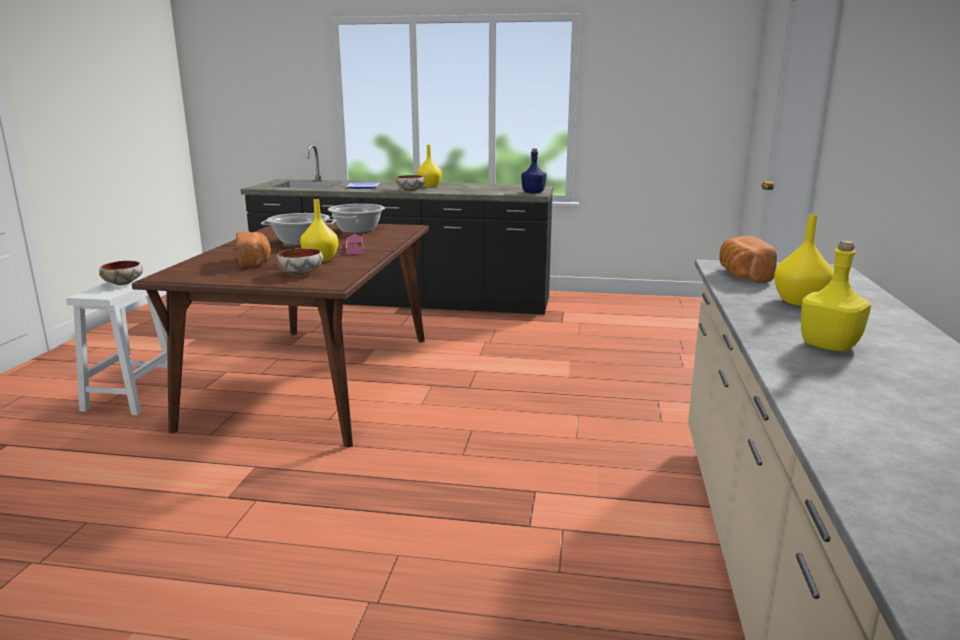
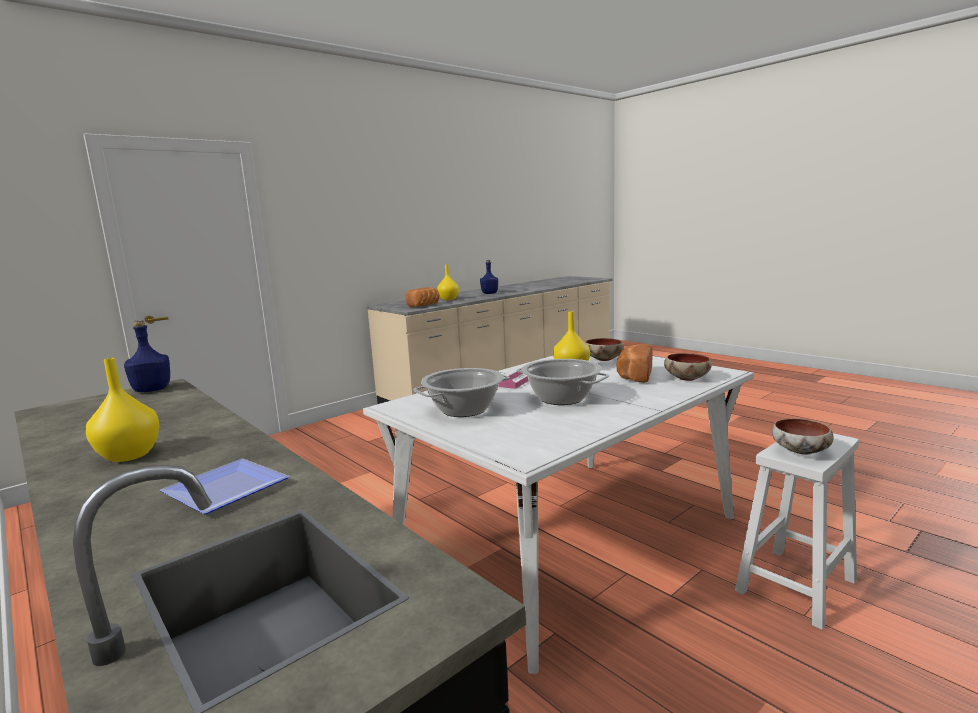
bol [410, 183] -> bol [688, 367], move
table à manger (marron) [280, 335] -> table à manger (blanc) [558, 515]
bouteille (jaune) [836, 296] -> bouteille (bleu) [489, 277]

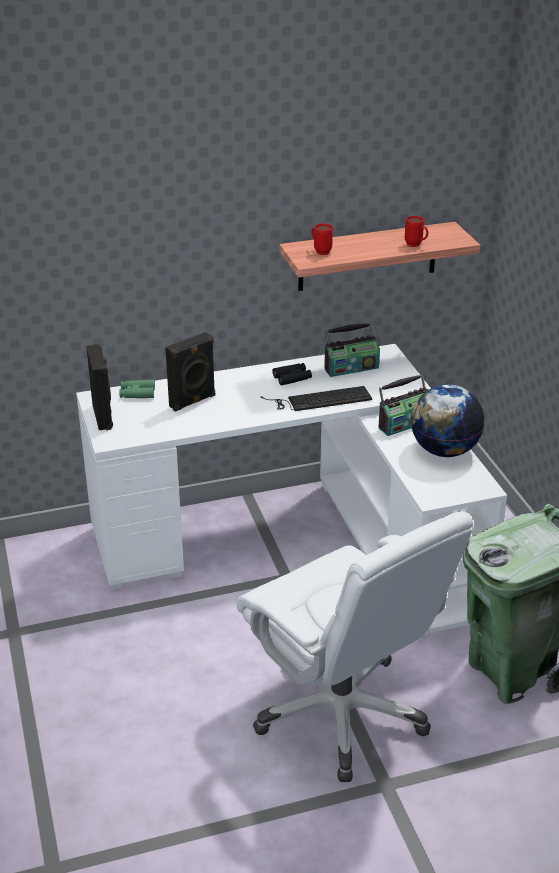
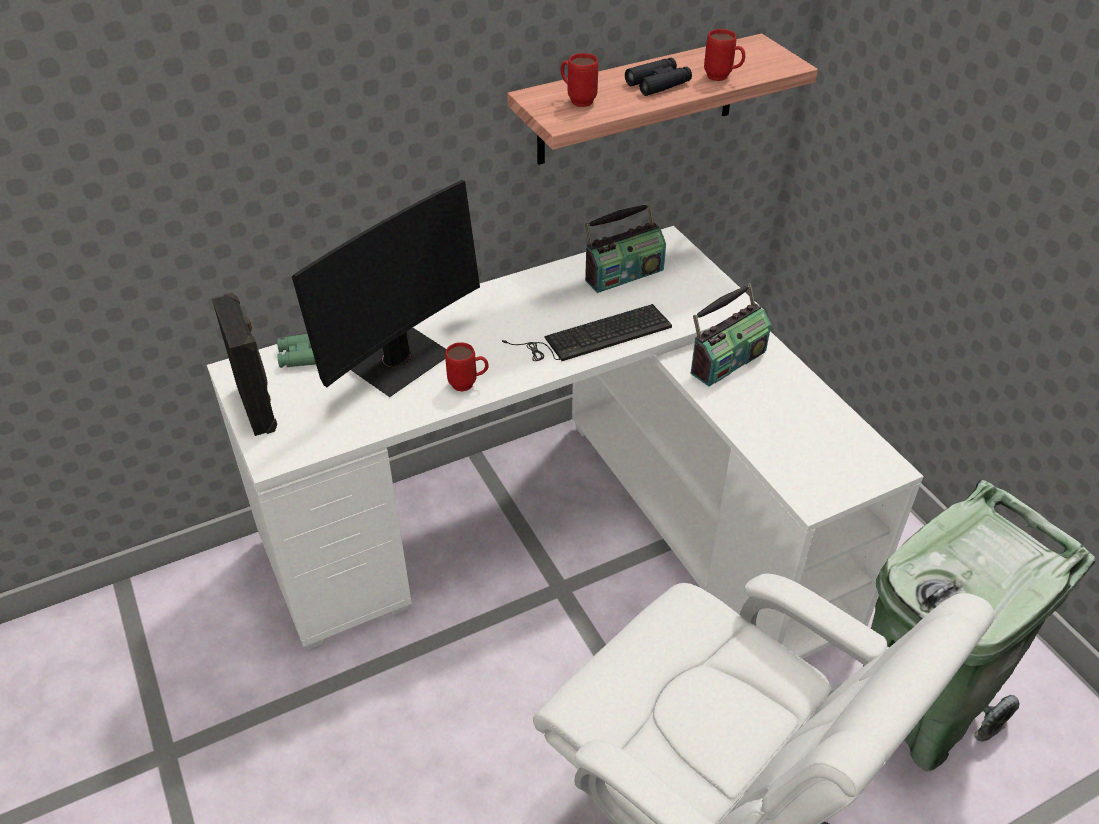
globe [448, 420] -> none
none -> mug (rouge) [467, 366]
jumelles (noir) [292, 374] -> jumelles (noir) [658, 77], move
enceinte (noir) [190, 372] -> écran d'ordinateur [386, 288]

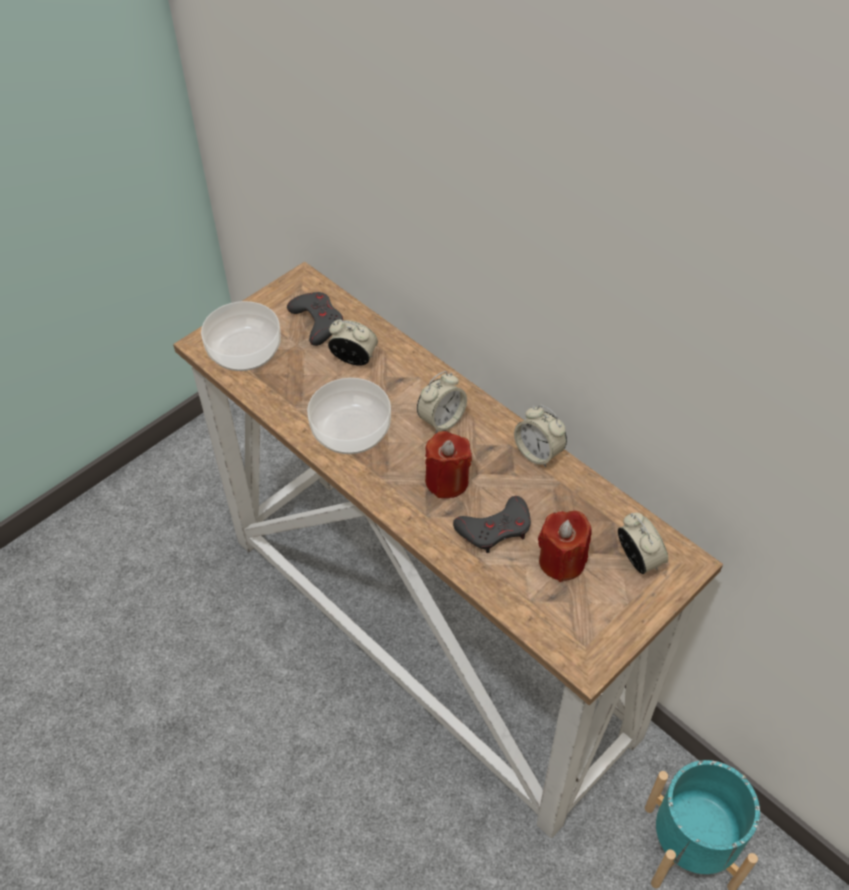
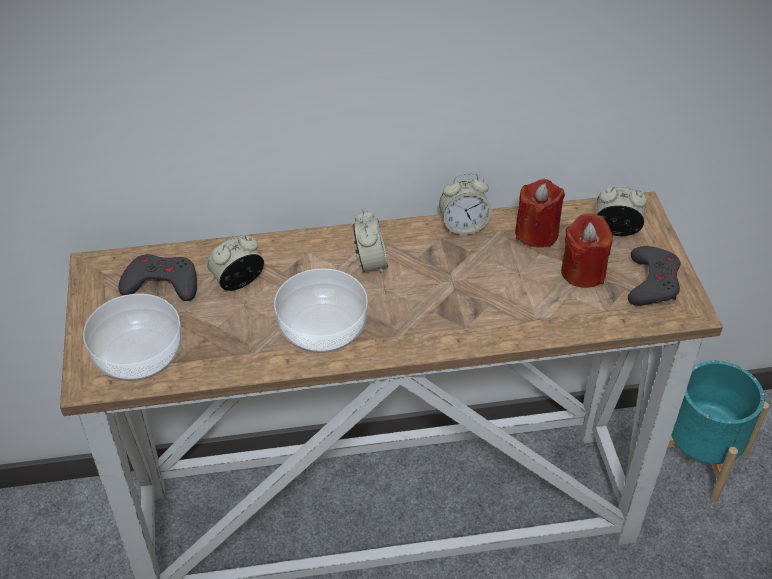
bougie (rouge) [448, 464] -> bougie (rouge) [540, 213], move
manette (gris) [492, 524] -> manette (gris) [654, 276], move

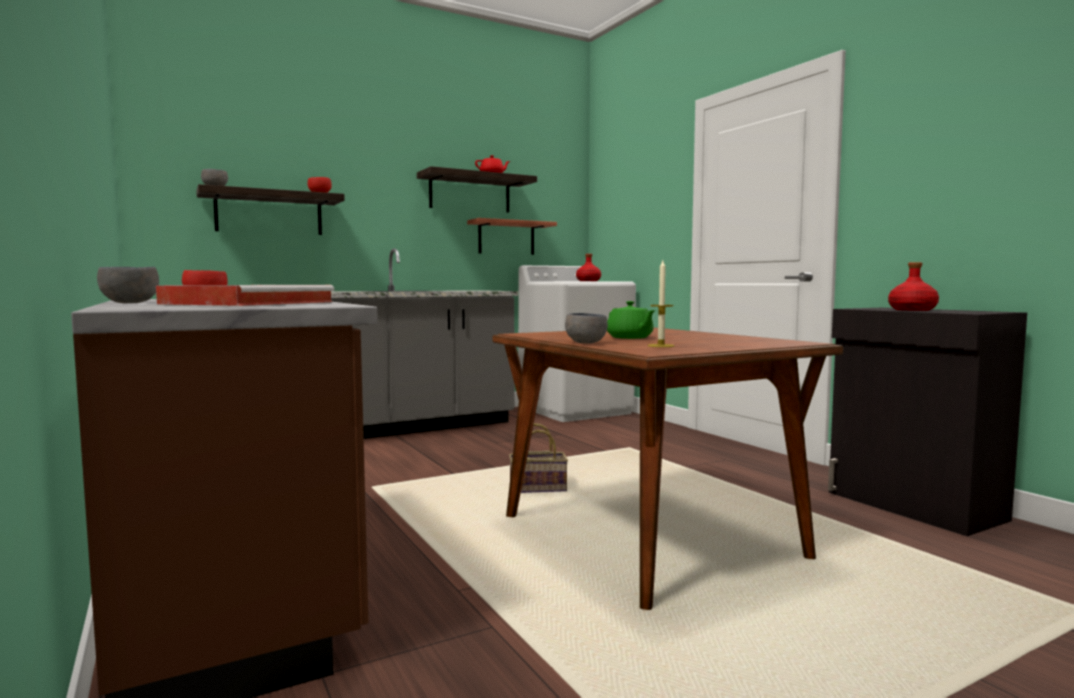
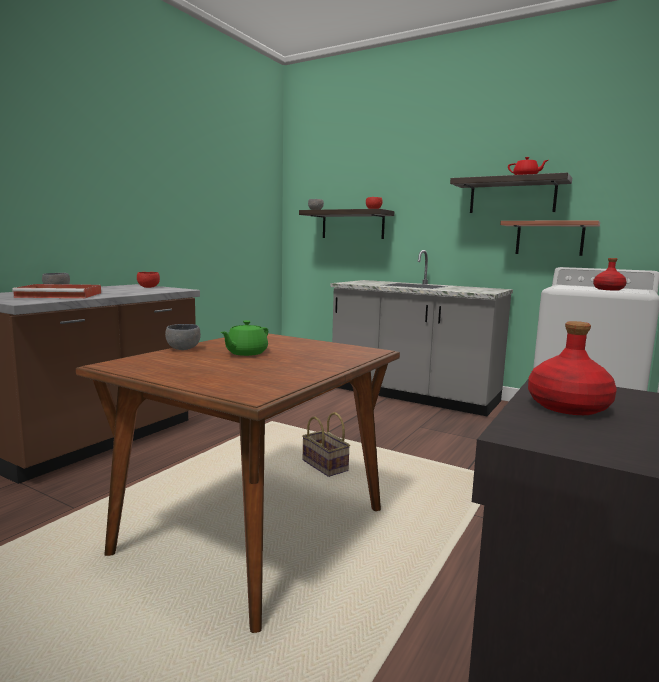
bougie [661, 303] -> none

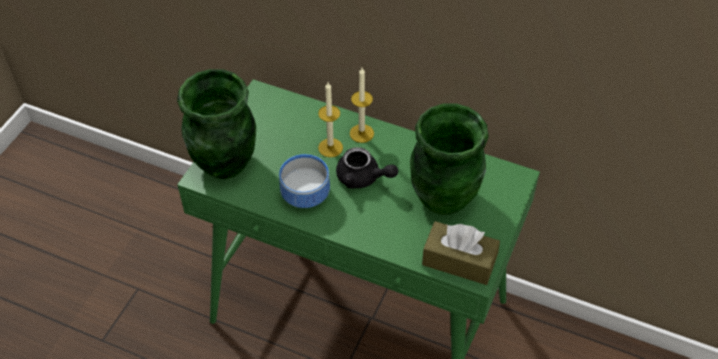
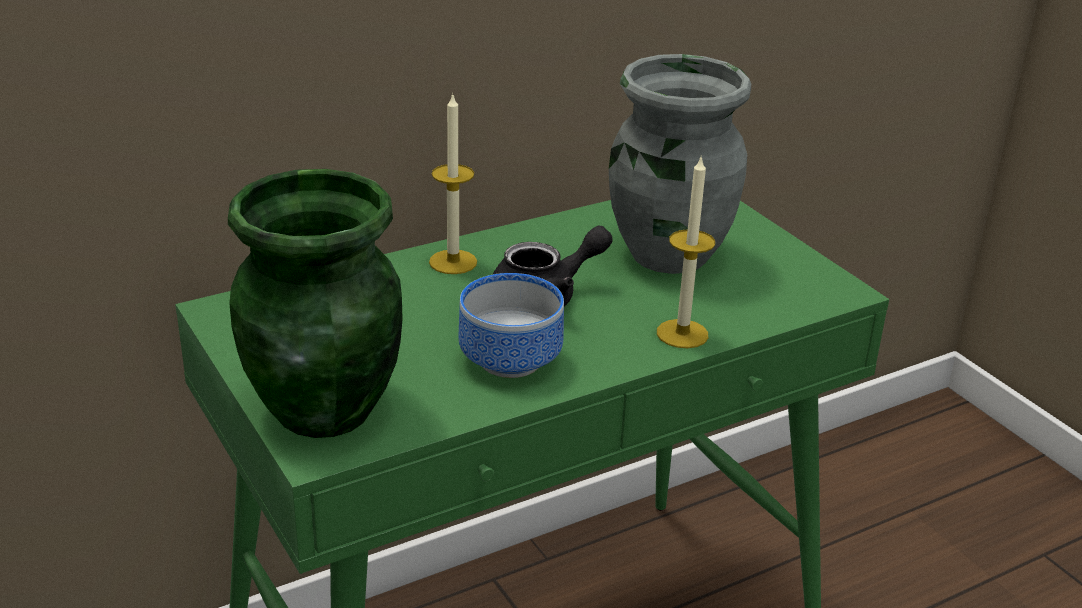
boîte à mouchoirs (marron) [461, 253] -> none
bougie [330, 119] -> bougie [686, 252], move
vase (vert) [449, 159] -> vase (gris) [680, 164]

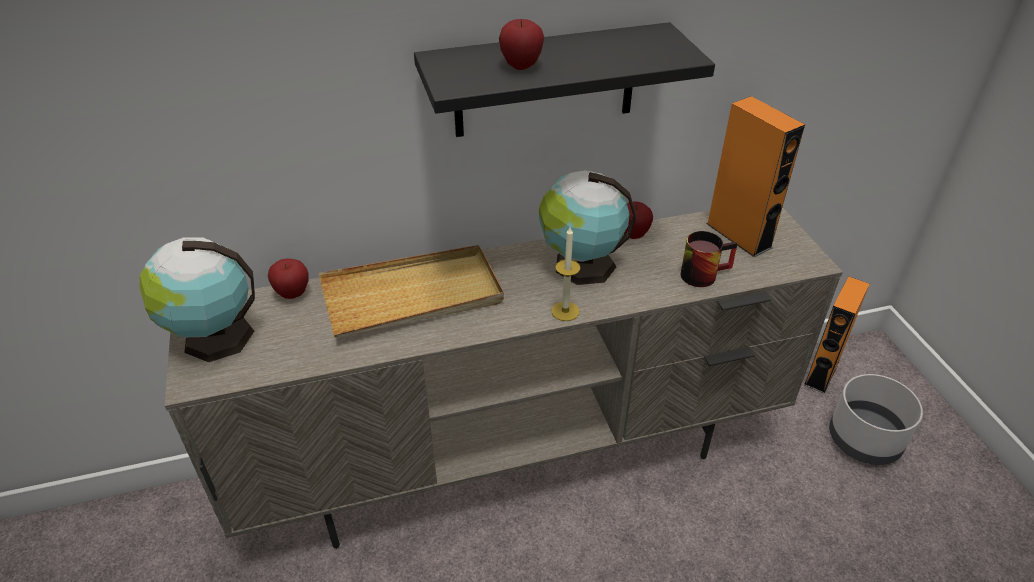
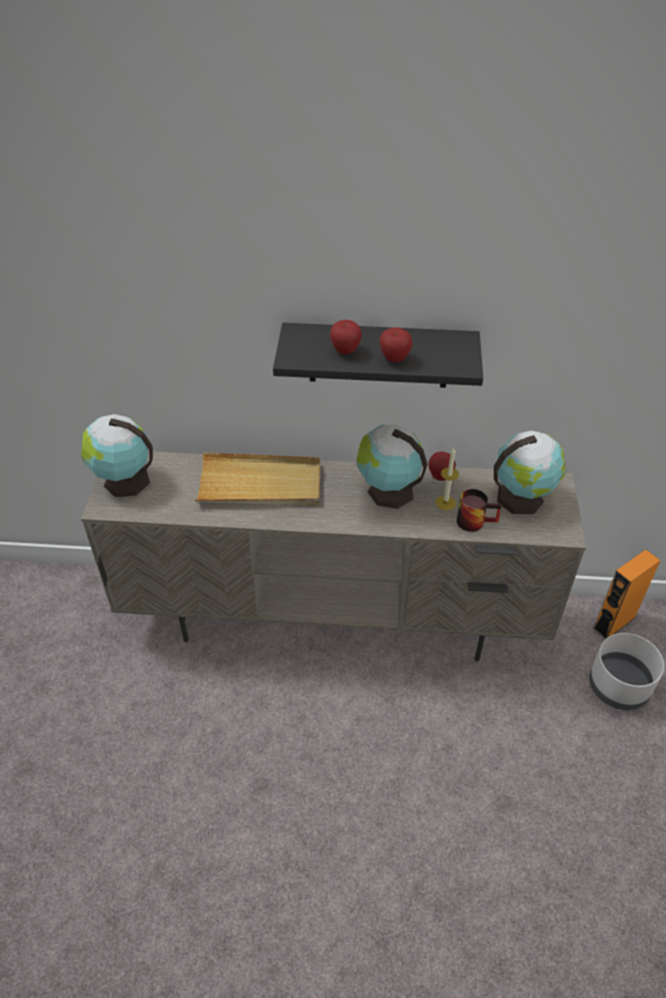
pomme [288, 278] -> pomme [396, 345], move
bougie [565, 274] -> bougie [447, 479], move
enceinte (orange) [755, 176] -> globe [529, 472]

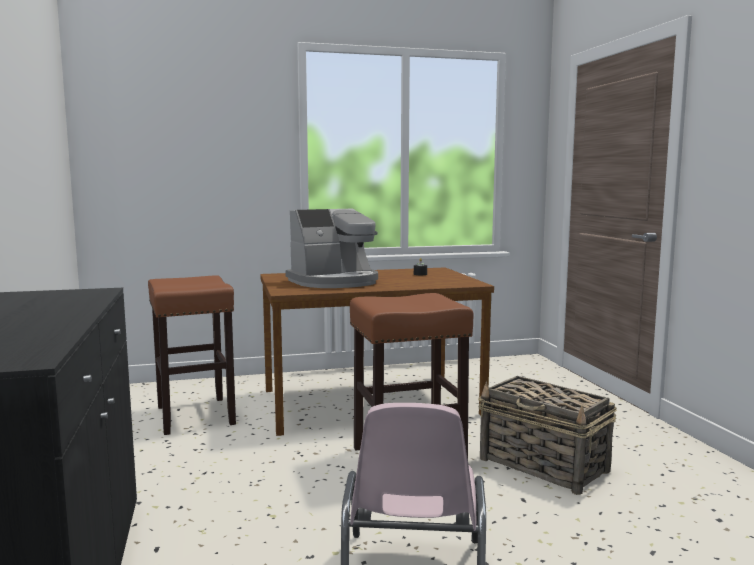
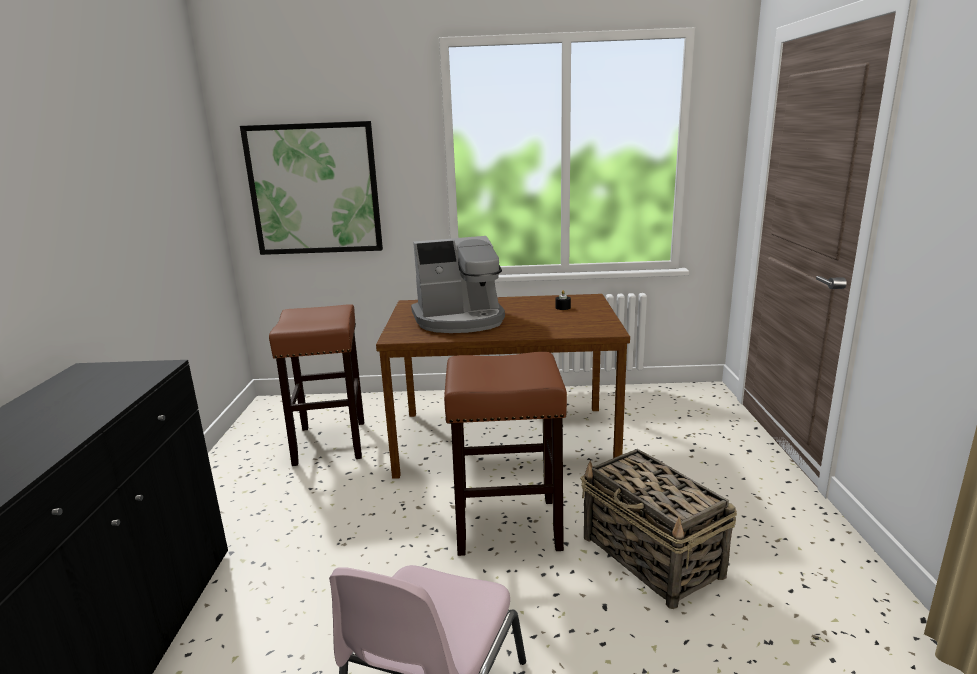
none -> tableau [311, 188]

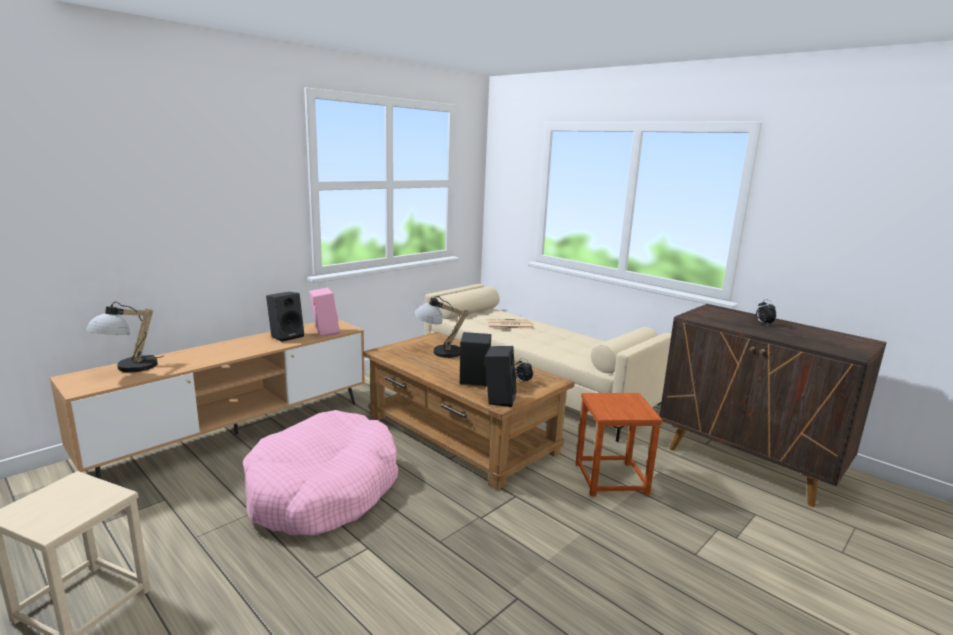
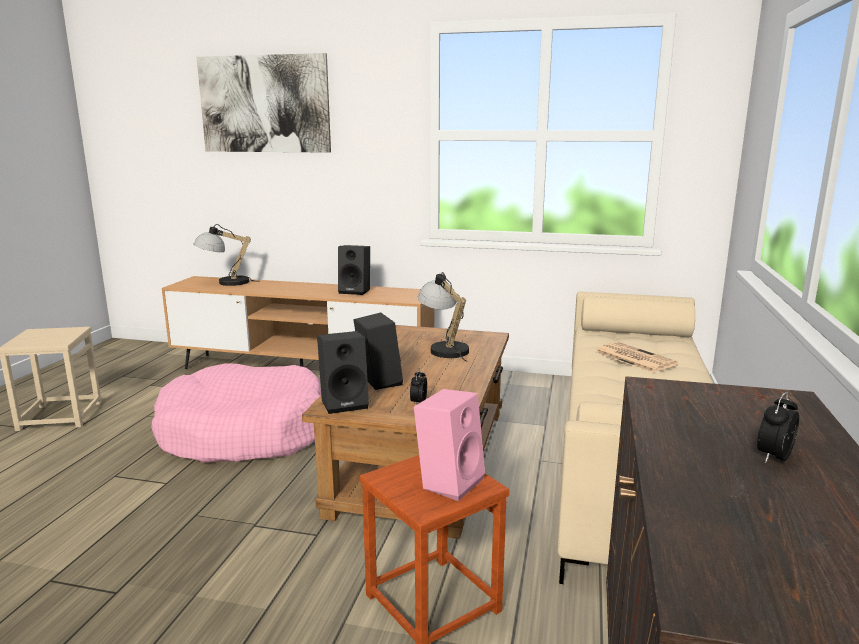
none -> tableau [264, 103]
enceinte (rose) [324, 311] -> enceinte (rose) [449, 445], move

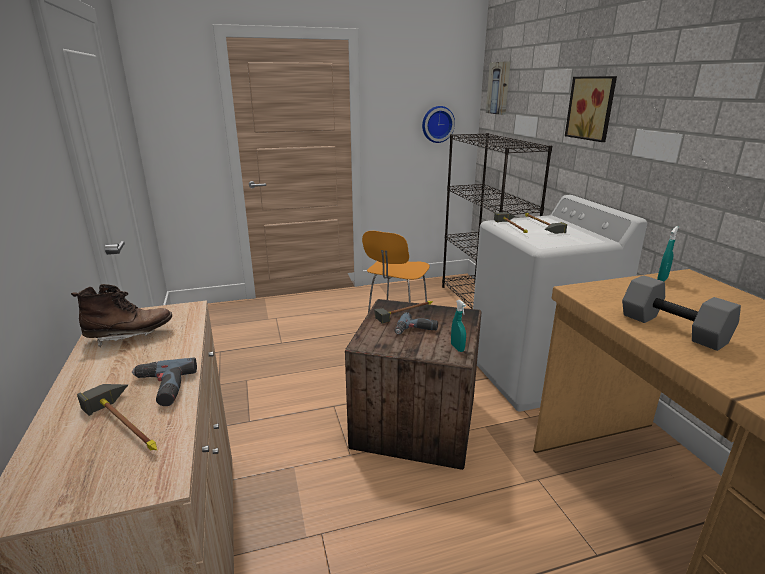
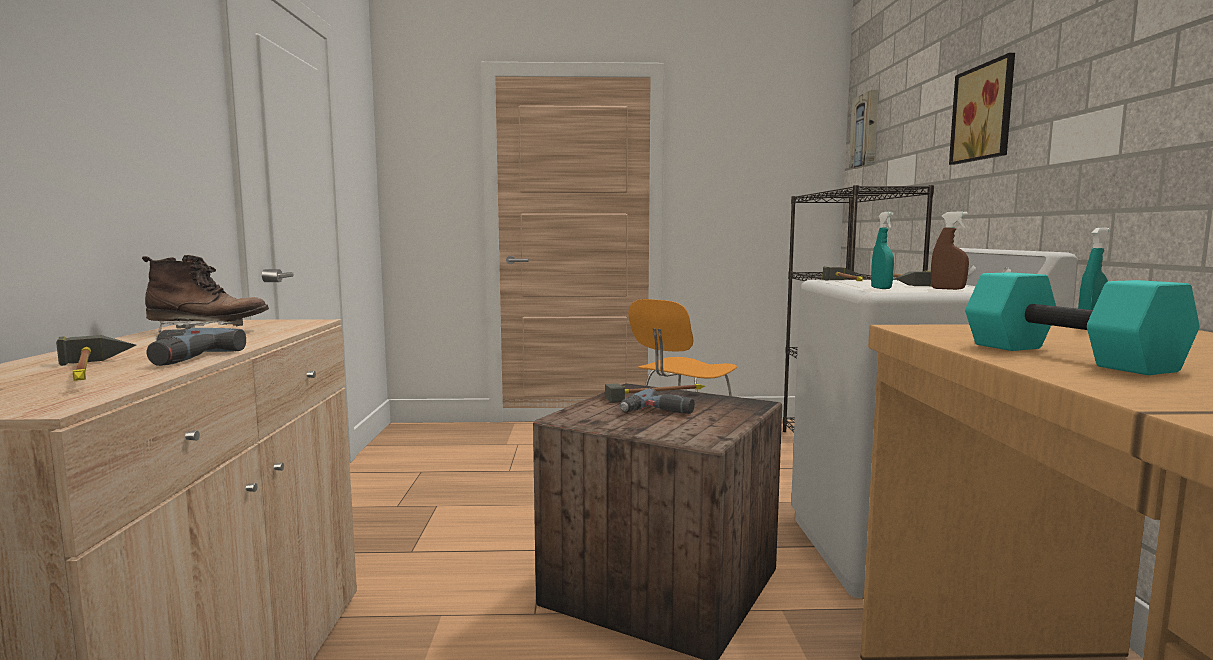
horloge murale [438, 124] -> none
none -> vaporisateur (marron) [950, 250]
vaporisateur (turquoise) [458, 326] -> vaporisateur (turquoise) [882, 250], move
haltère (gris) [681, 313] -> haltère (turquoise) [1082, 323]

